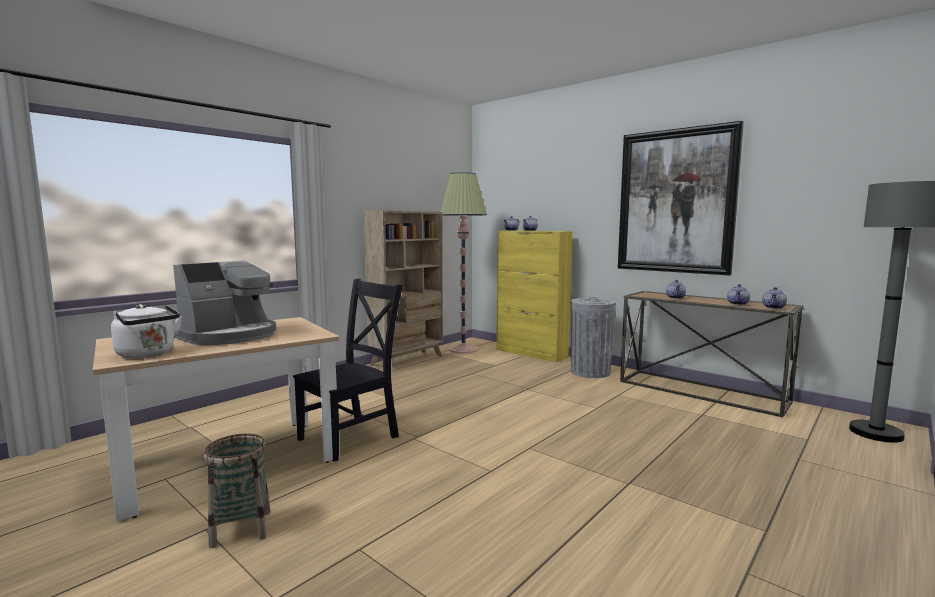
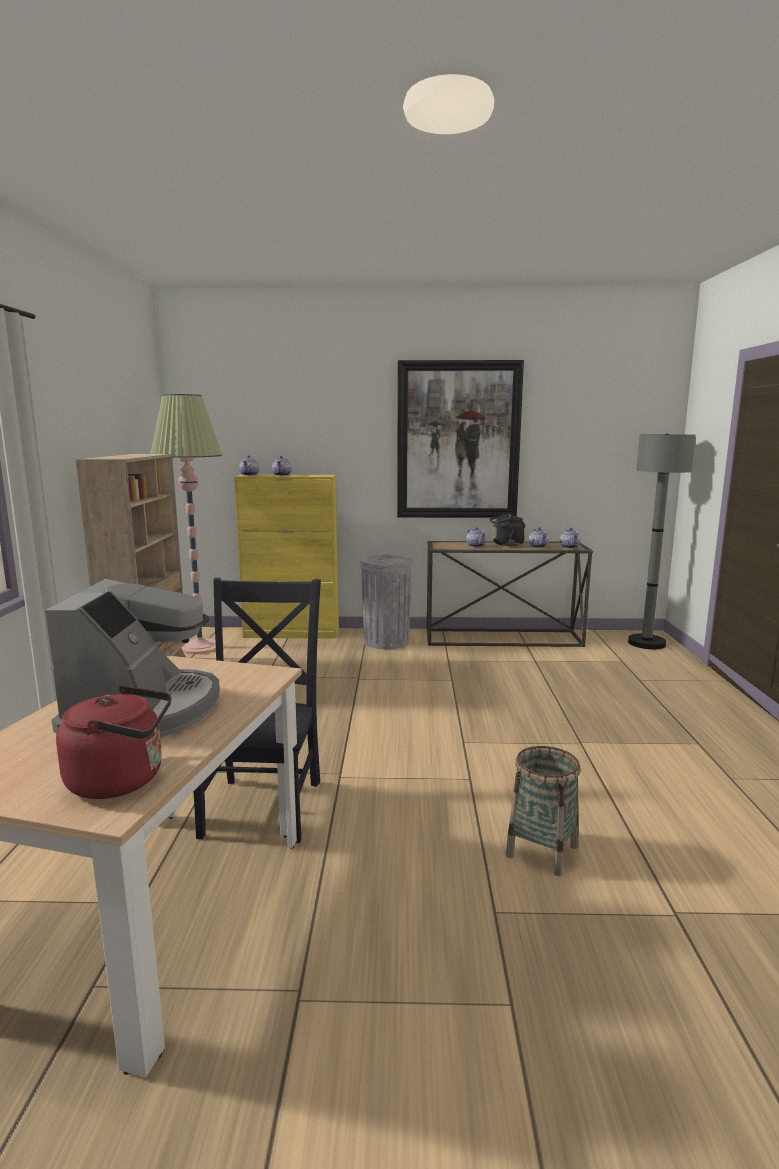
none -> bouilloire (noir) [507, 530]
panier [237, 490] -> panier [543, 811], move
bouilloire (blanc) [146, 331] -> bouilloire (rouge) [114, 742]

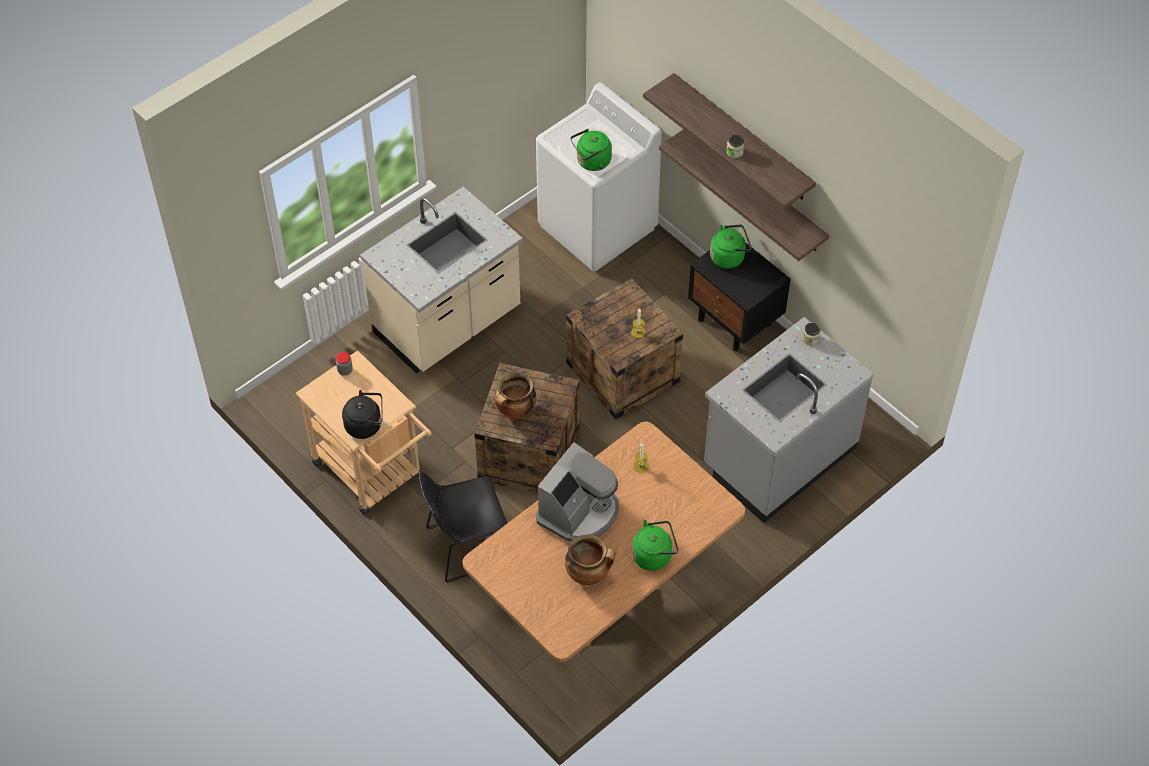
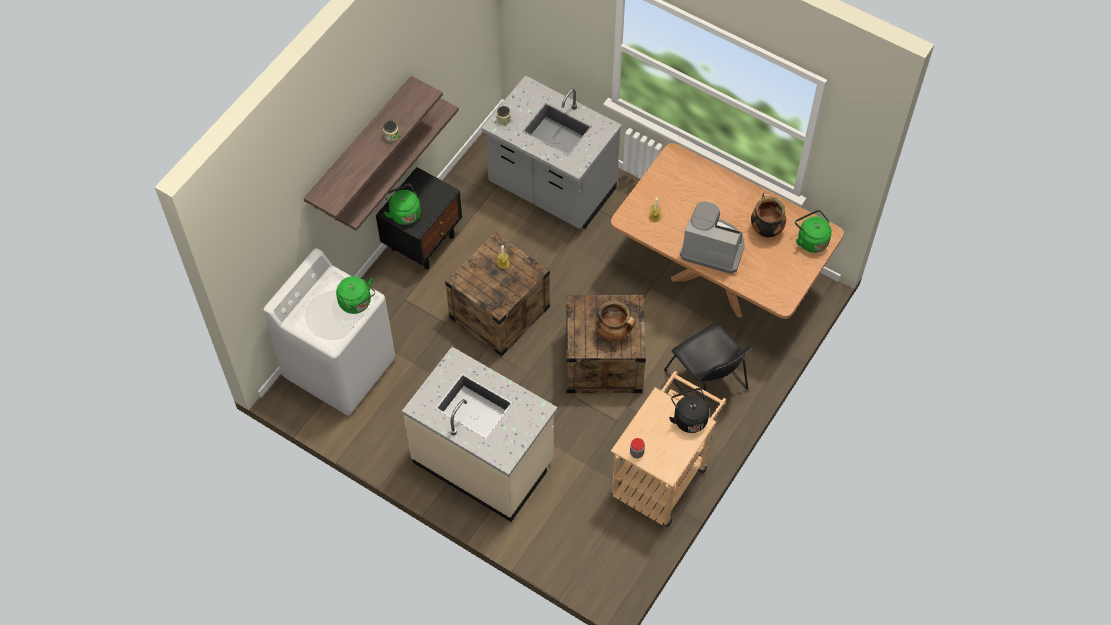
bouilloire (vert) [655, 545] -> bouilloire (vert) [813, 231], move

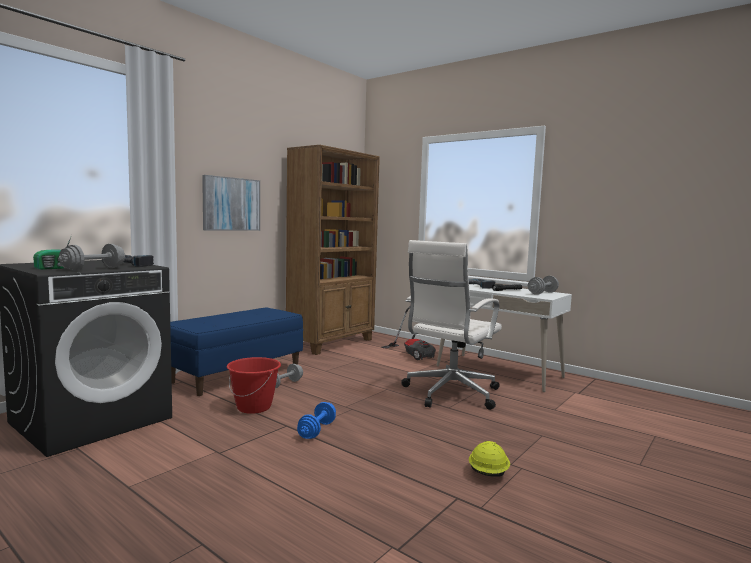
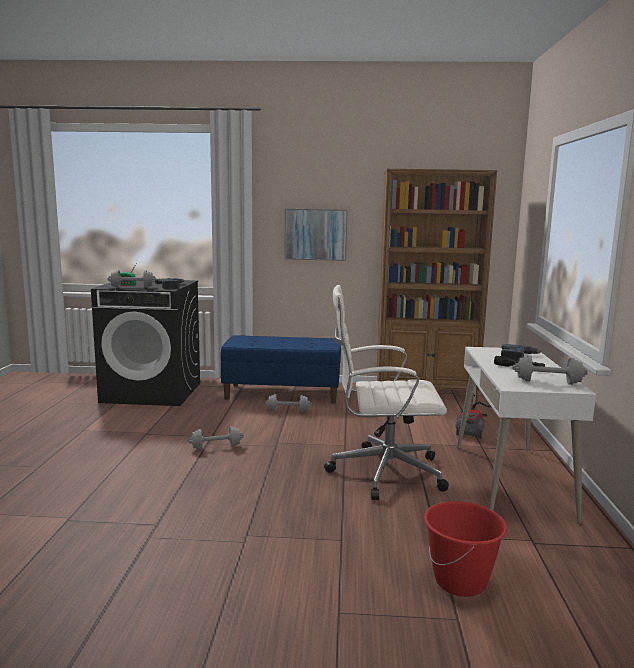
casque de chantier (jaune) [489, 459] -> none
seau (rouge) [254, 385] -> seau (rouge) [466, 549], move
haltère (bleu) [316, 420] -> haltère (gris) [215, 438]

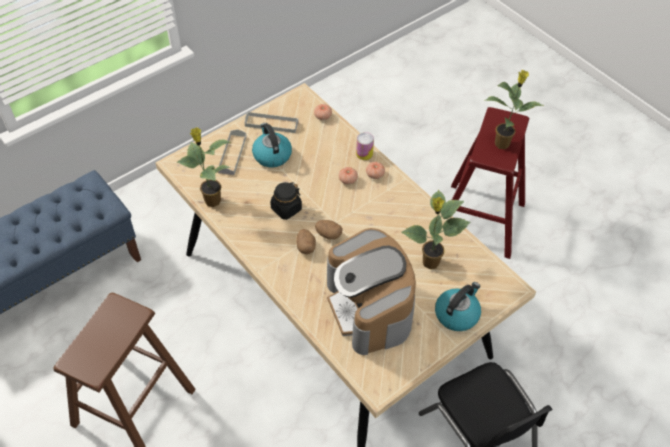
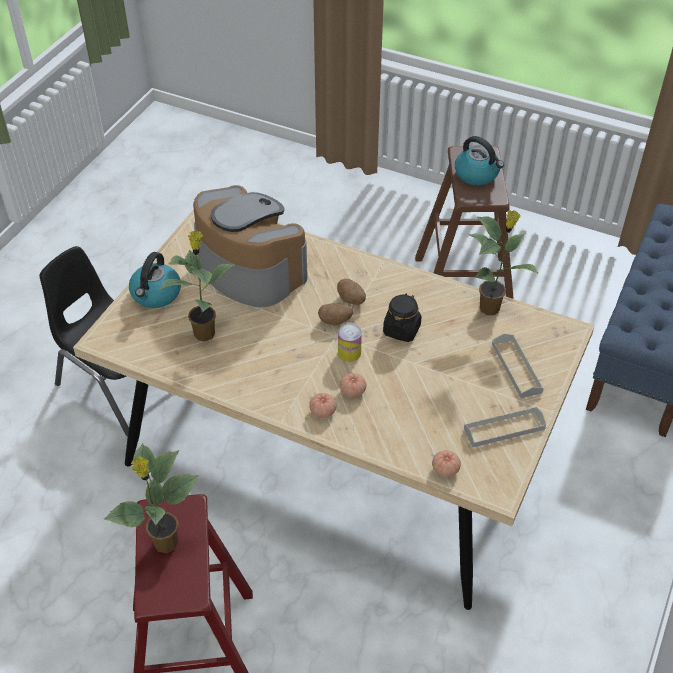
bouilloire [272, 145] -> bouilloire [479, 160], move
boîte métallique [365, 146] -> boîte métallique [350, 343], move

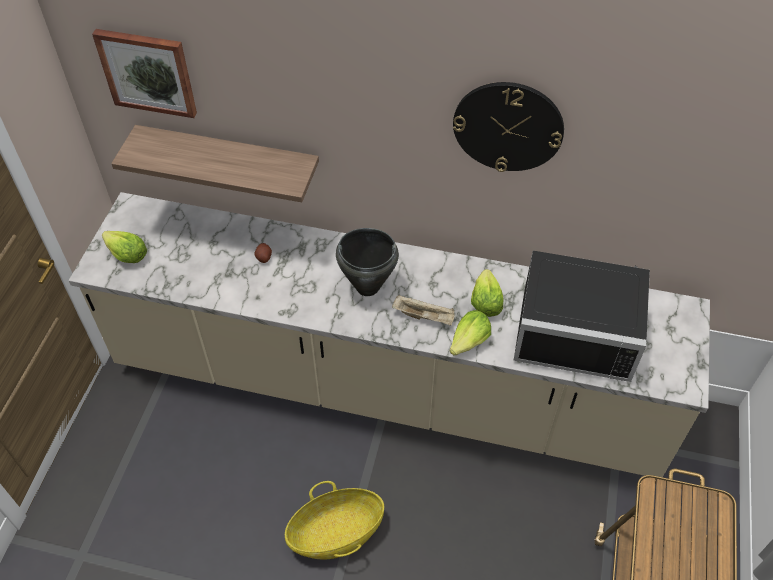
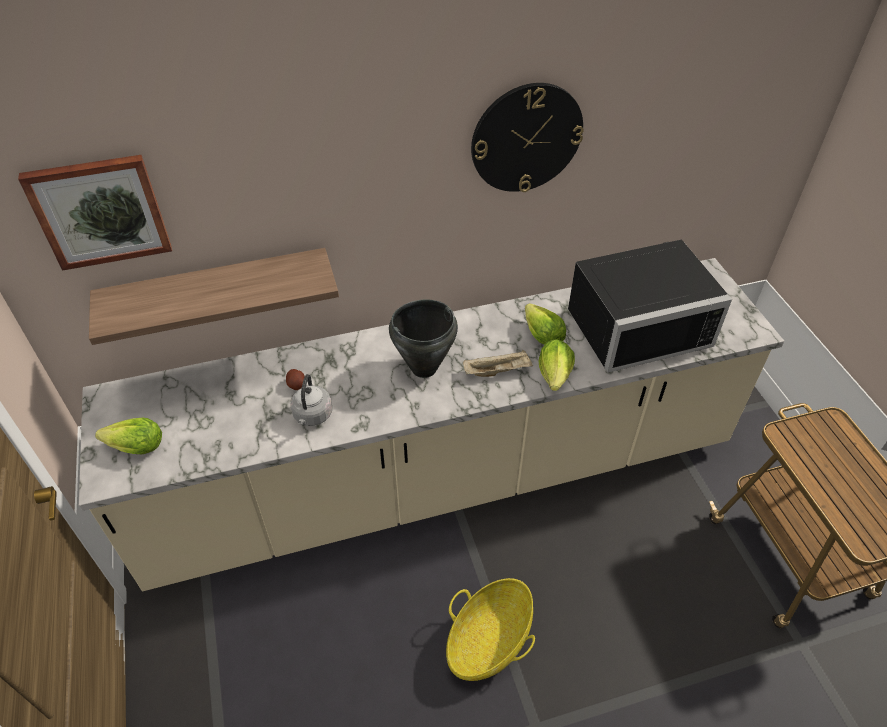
none -> bouilloire (gris) [311, 400]

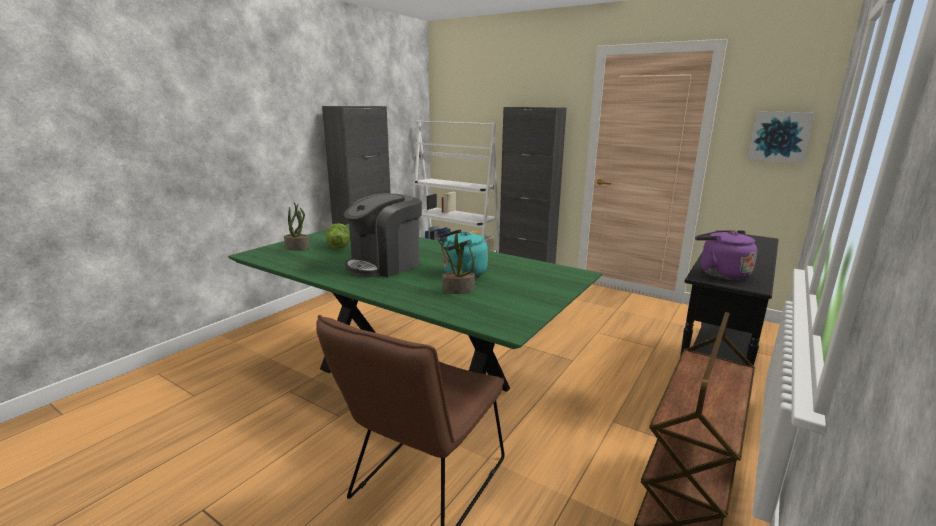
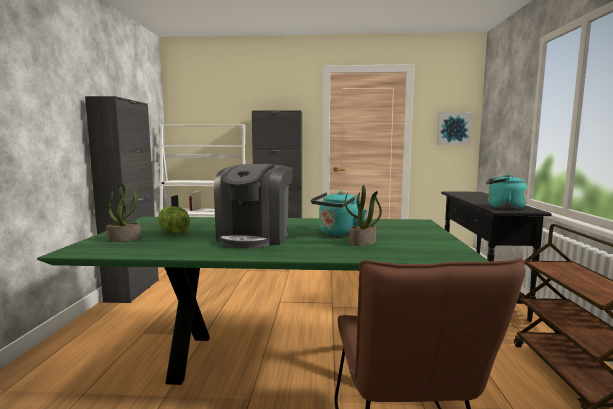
bouilloire (violet) [726, 255] -> bouilloire (turquoise) [507, 192]

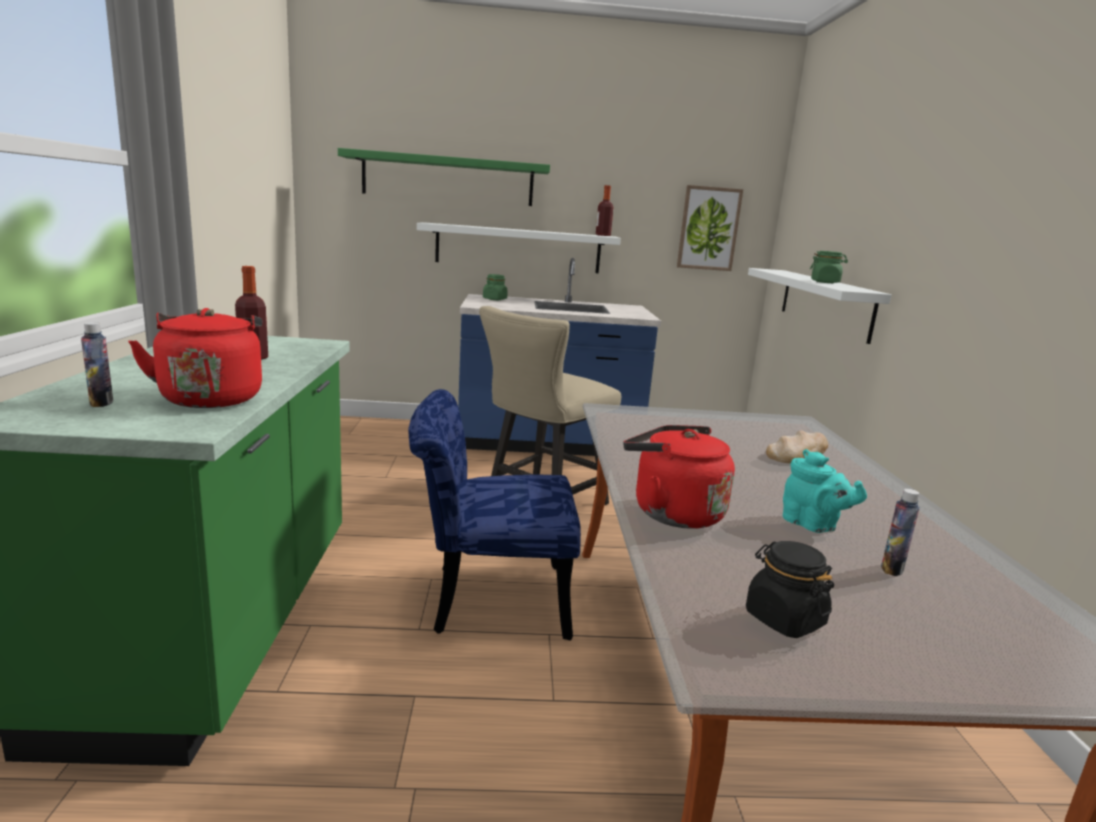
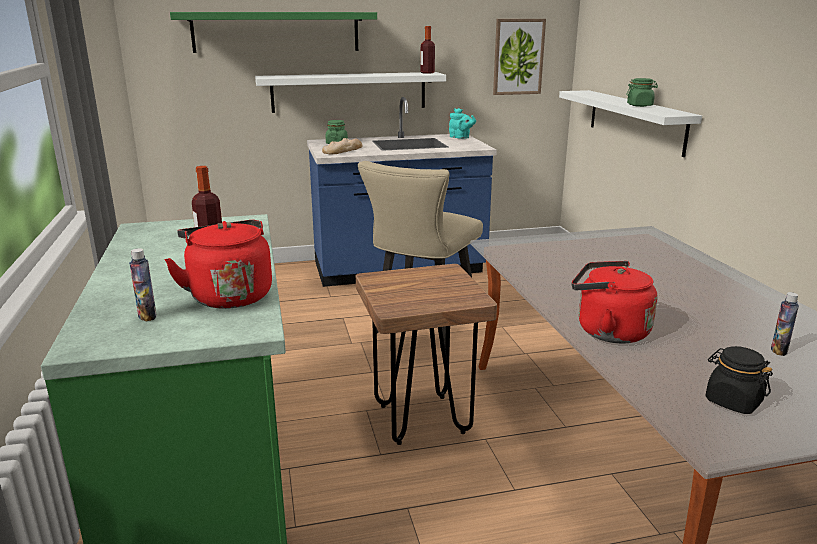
pain [797, 446] -> pain [342, 146], move
théière (turquoise) [825, 491] -> théière (turquoise) [462, 123], move
chaise (bleu) [494, 515] -> tabouret (marron) [426, 354]

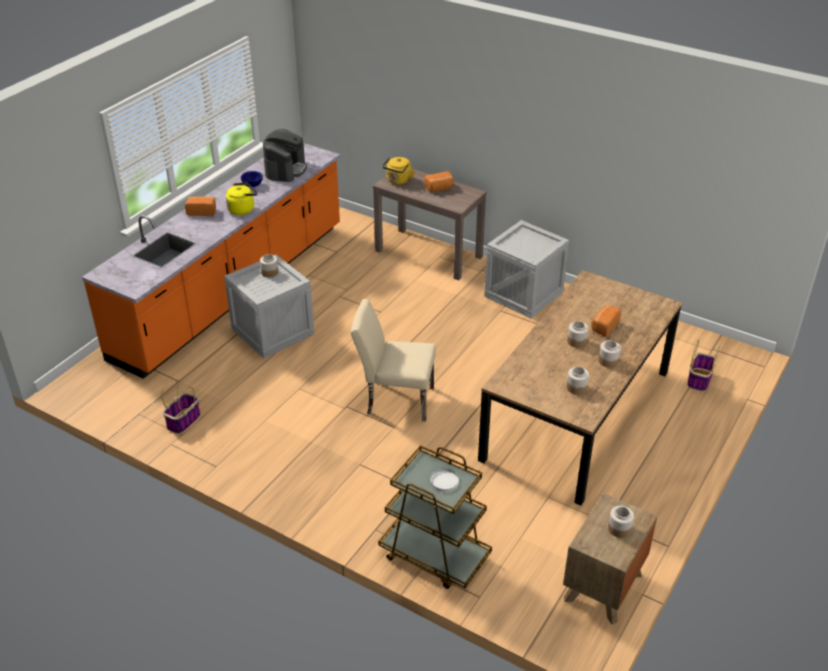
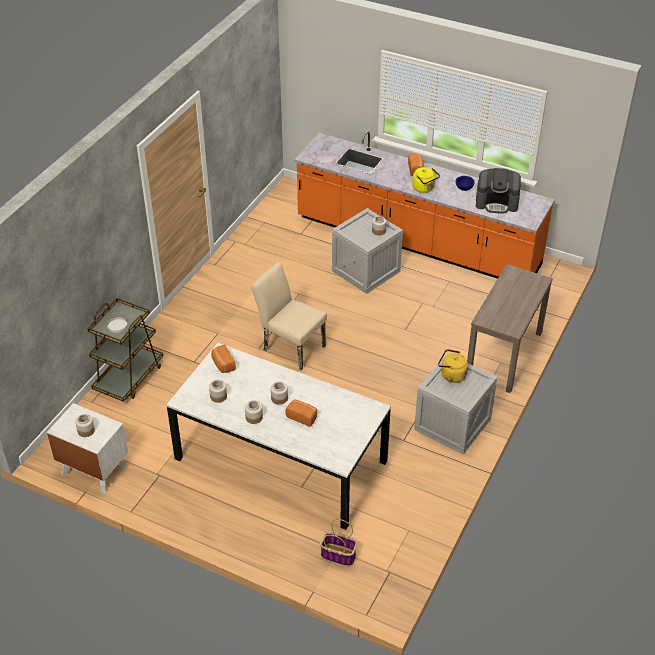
panier [181, 406] -> none
bouilloire (jaune) [398, 171] -> bouilloire (jaune) [453, 366], move
pain [438, 181] -> pain [223, 359], move
table à manger (marron) [580, 388] -> table à manger (blanc) [278, 436]
table de chevet (marron) [610, 559] -> table de chevet (blanc) [87, 448]
chaise (beige) [393, 360] -> chaise (beige) [289, 316], 60 degrees counterclockwise

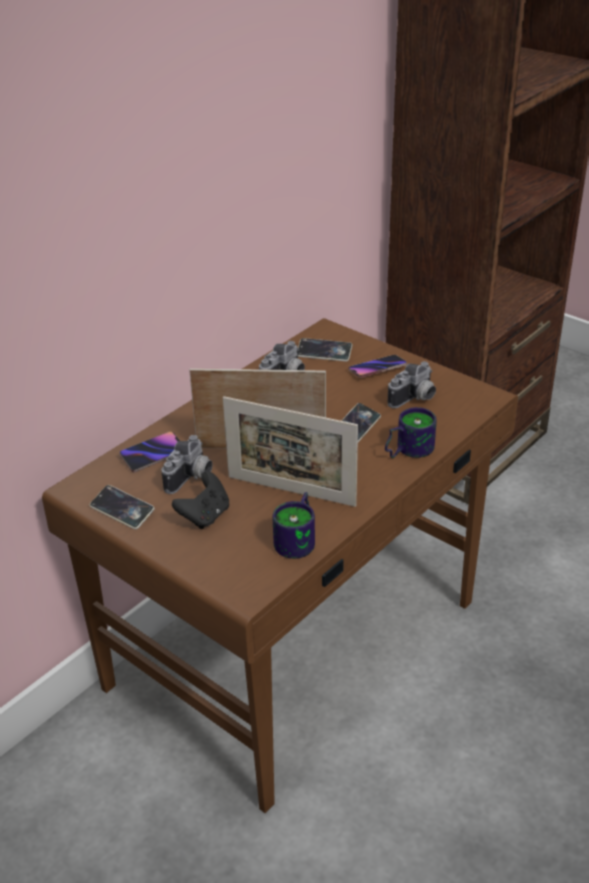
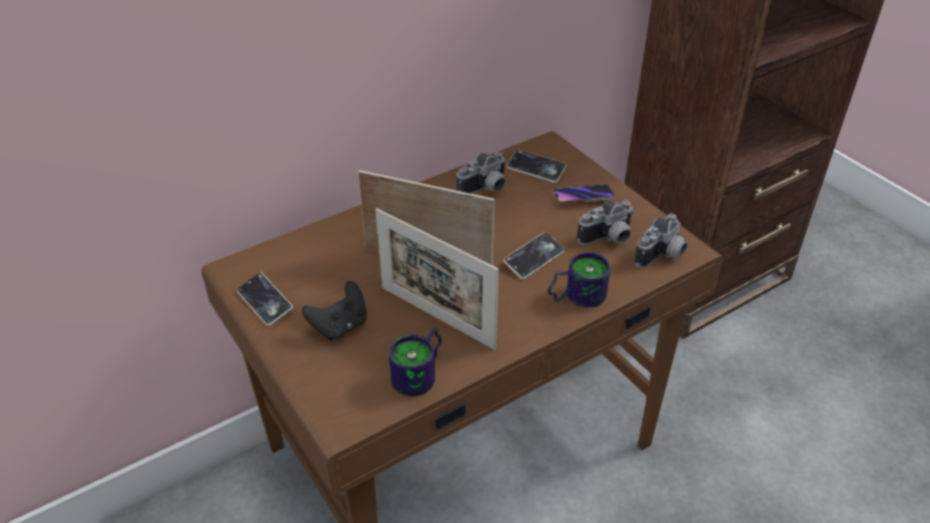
téléphone [149, 451] -> none
appareil photo [187, 464] -> appareil photo [660, 241], move

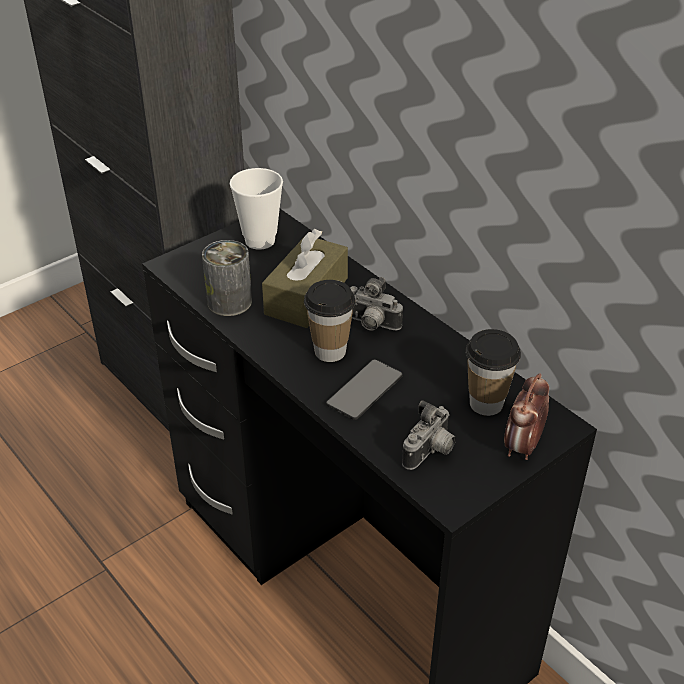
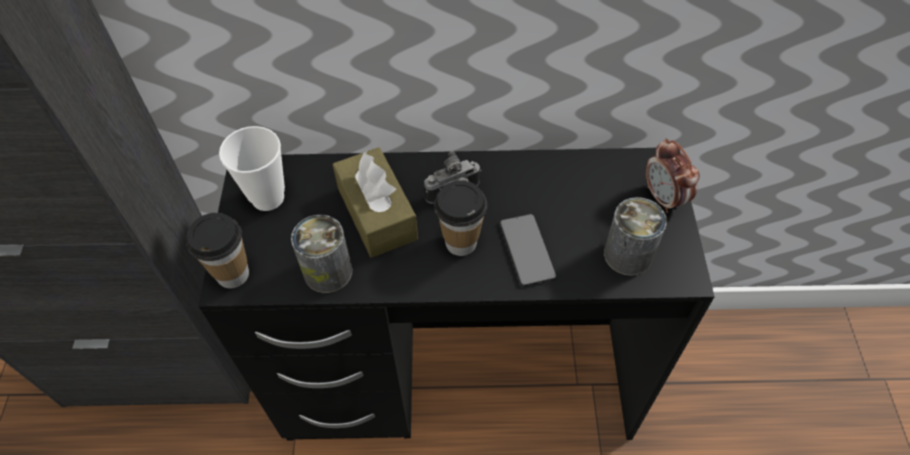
tasse [493, 372] -> tasse [217, 250], move
appareil photo [429, 435] -> boîte métallique [635, 236]

